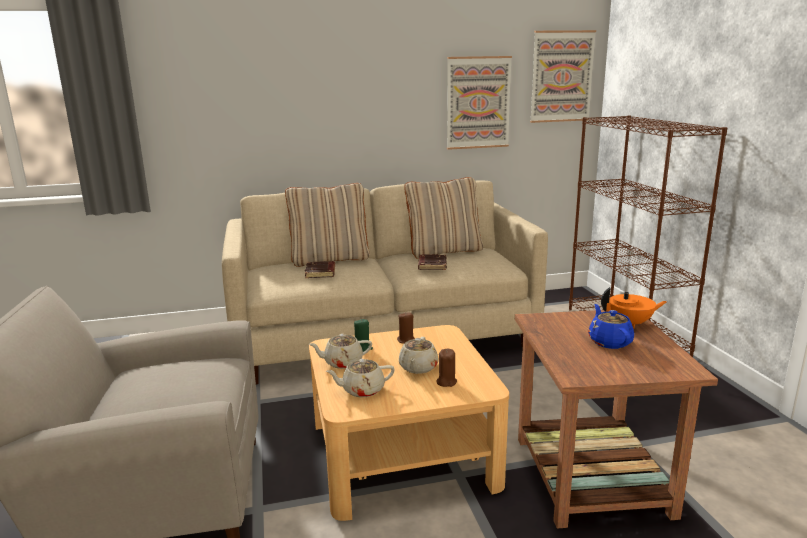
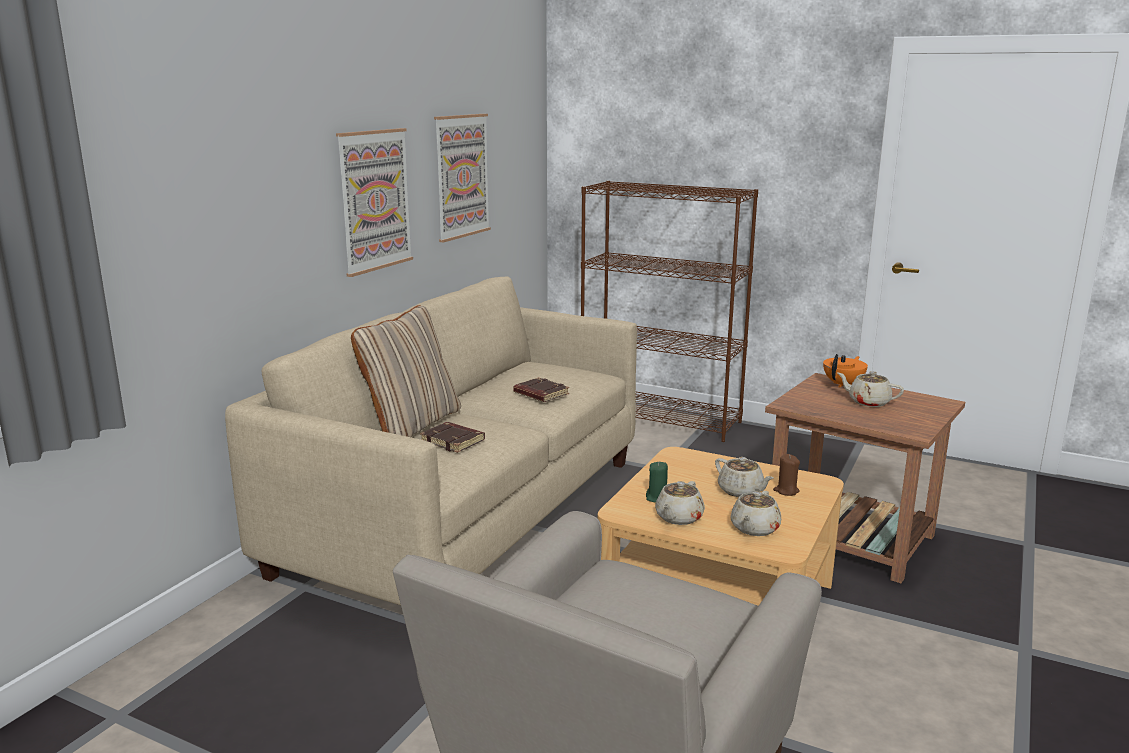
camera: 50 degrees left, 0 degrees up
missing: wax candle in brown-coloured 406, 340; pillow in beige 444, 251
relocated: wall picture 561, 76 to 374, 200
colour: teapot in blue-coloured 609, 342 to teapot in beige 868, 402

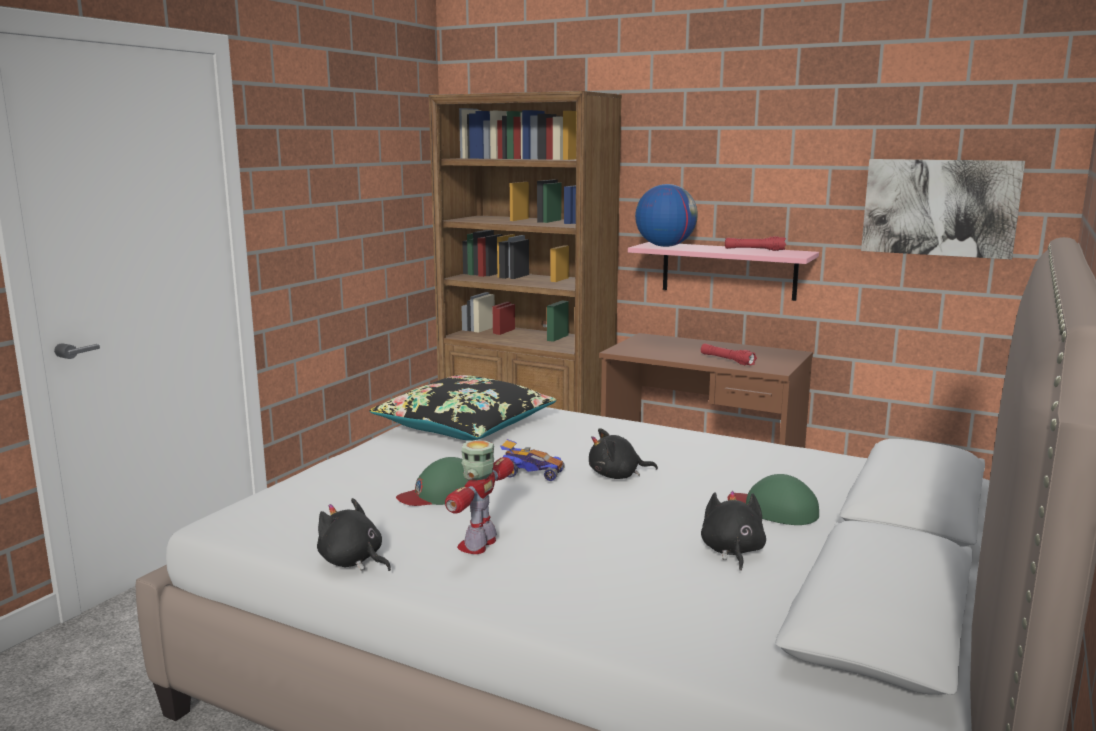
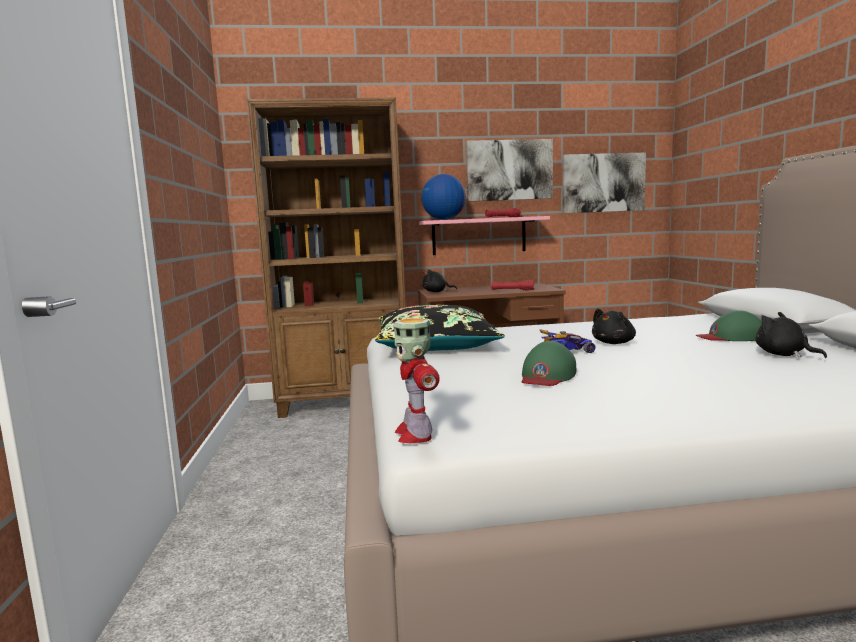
camera: 35 degrees left, 5 degrees down
appeared: wall picture 509, 170
relocated: cuddly toy in black 353, 561 to 436, 292; robot figure 479, 544 to 415, 434

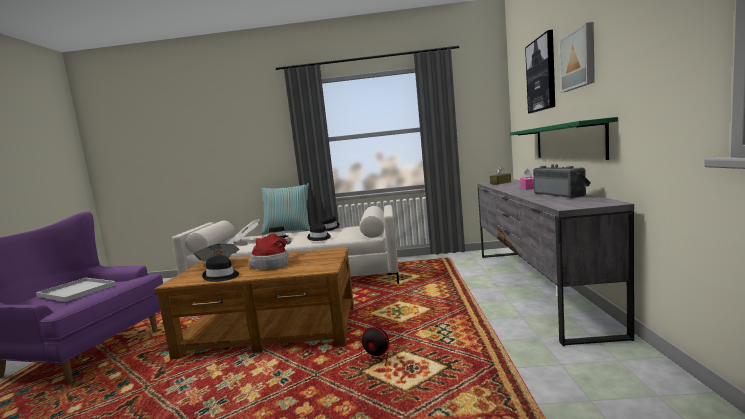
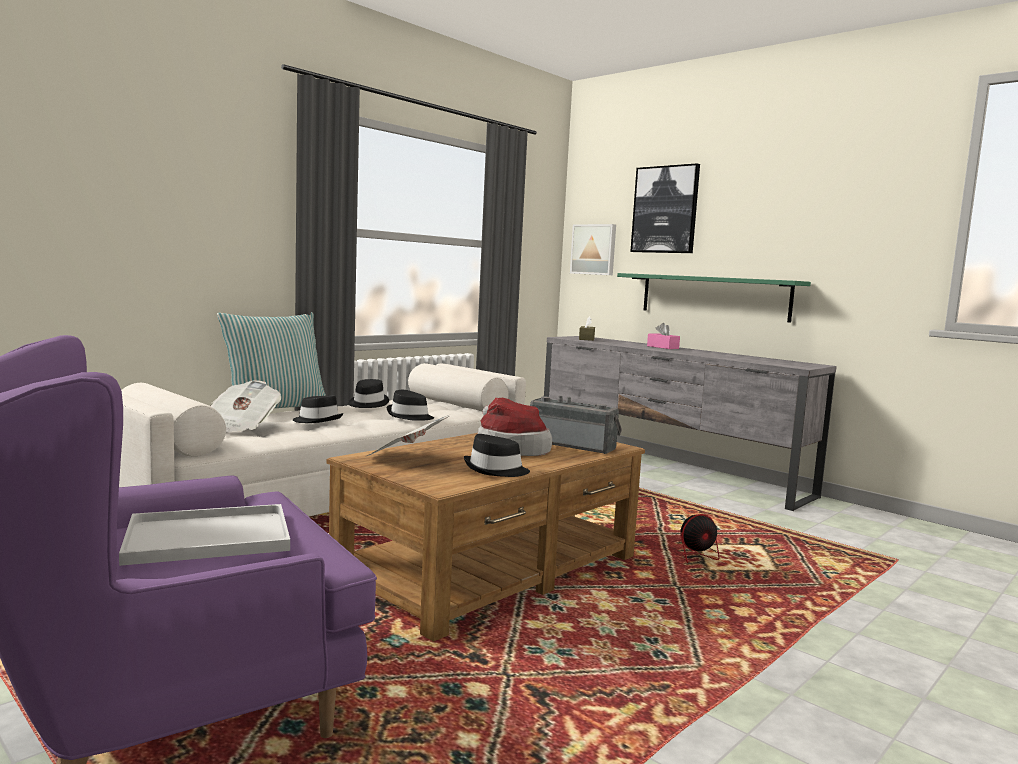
camera: 50 degrees left, 0 degrees up
relocated: radio receiver 561, 194 to 573, 445; wall picture 579, 59 to 594, 249

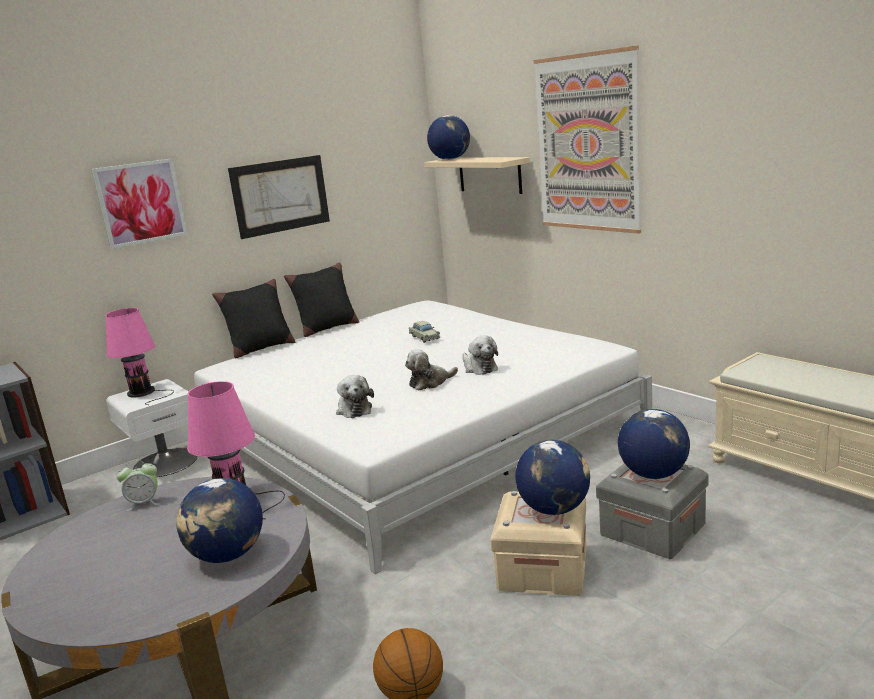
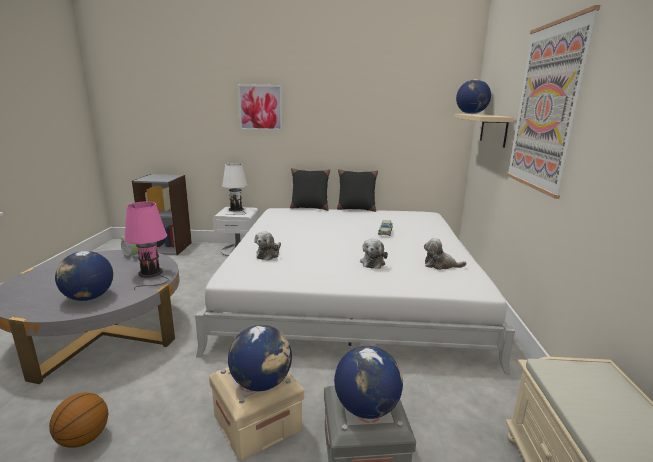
camera: 40 degrees right, 0 degrees up
missing: wall picture 280, 196
relocated: cuddly toy 430, 382 to 440, 265
colour: lamp for a table in pinkish 143, 393 to lamp for a table in white 236, 210

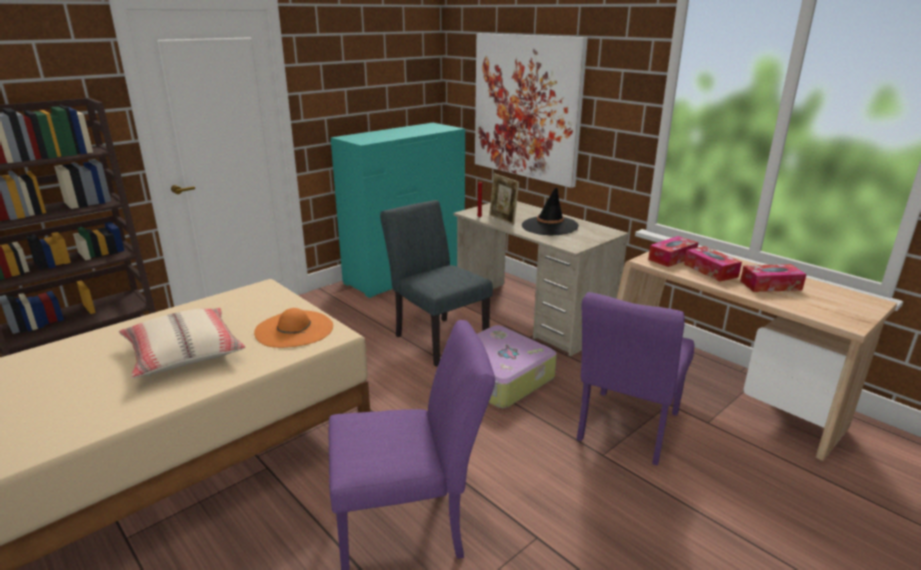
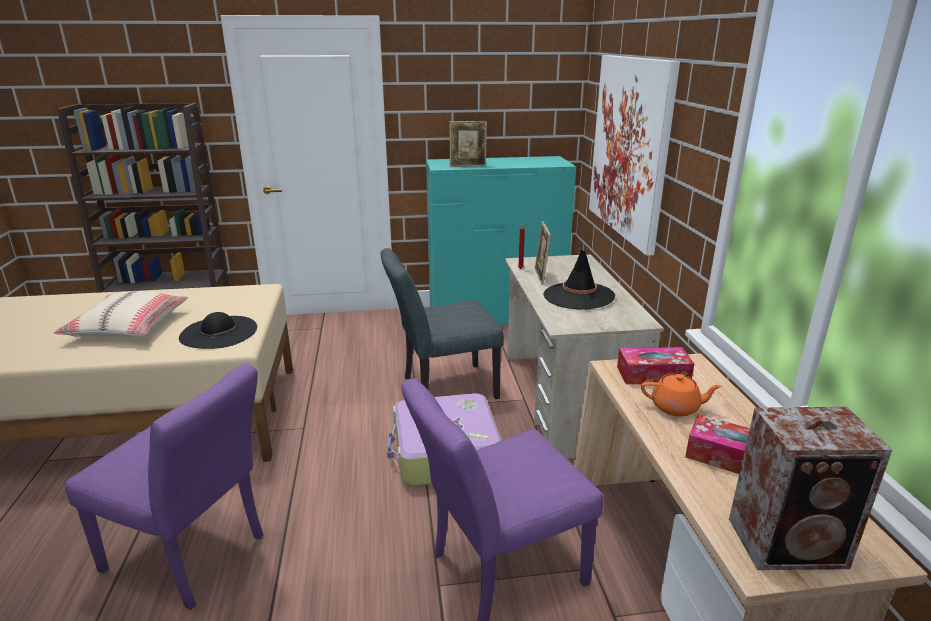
camera: 35 degrees right, 0 degrees up
appeared: picture frame 468, 166; loudspeaker 790, 544
exchanged: box of tissues 710, 270 to teapot in orange 676, 407
colour: hat in orange 294, 329 to hat in black 219, 332
spun: plain chair in greyish 436, 338 = 442, 388 105 degrees counterclockwise

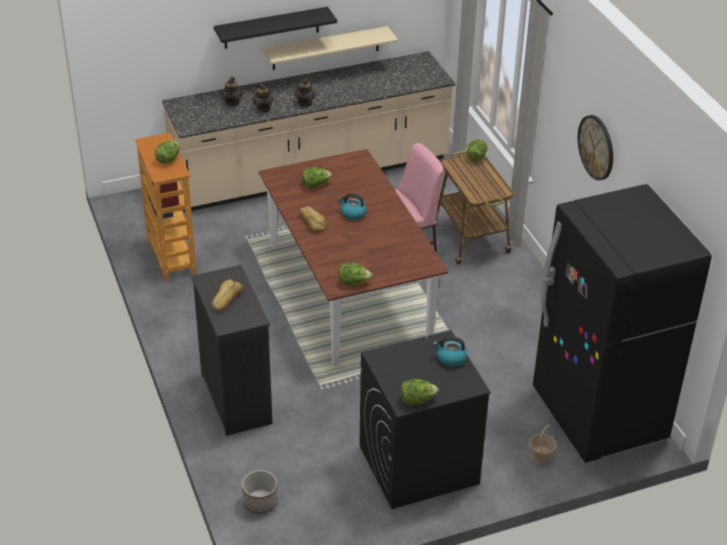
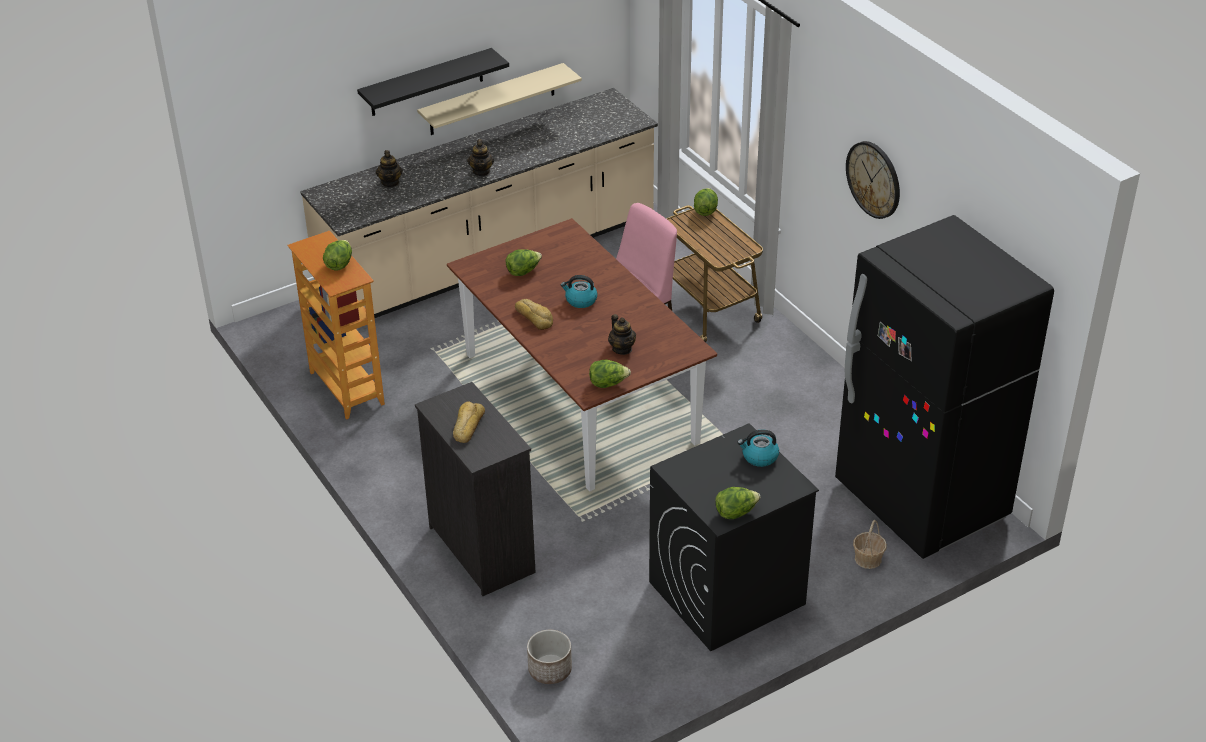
camera: 10 degrees left, 0 degrees up
relocated: teapot 263, 108 to 622, 349

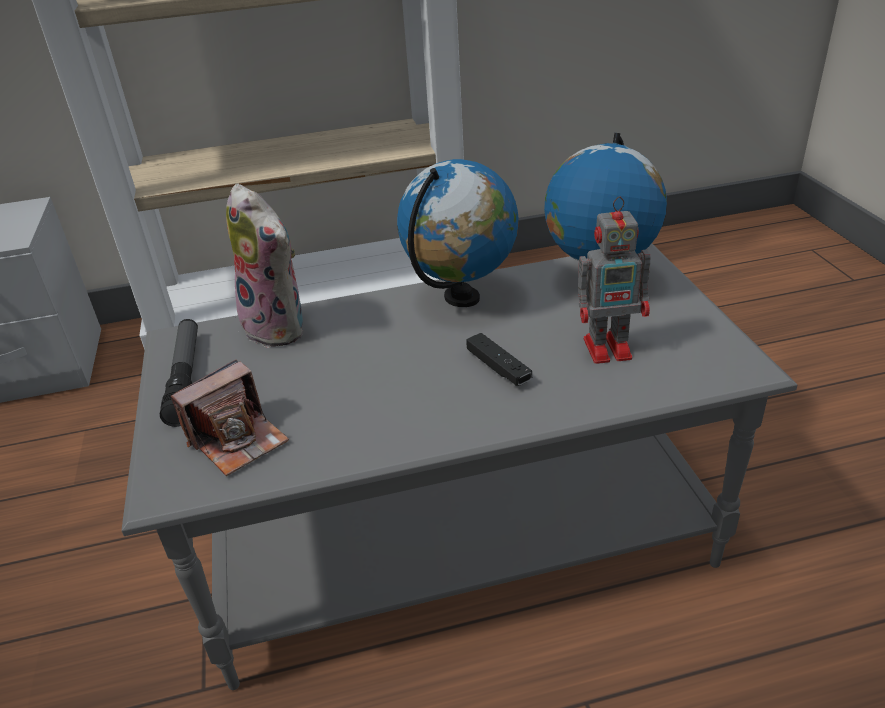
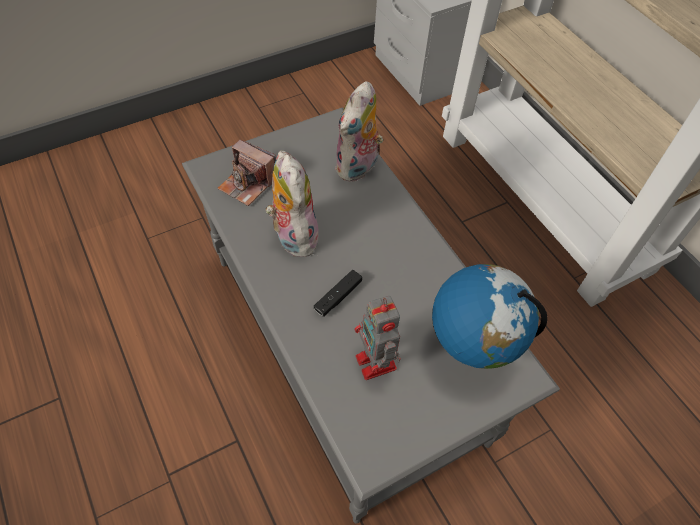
camera: 70 degrees right, 20 degrees up
missing: hand torch 185, 377; globe 462, 298
appeared: cuddly toy 292, 235

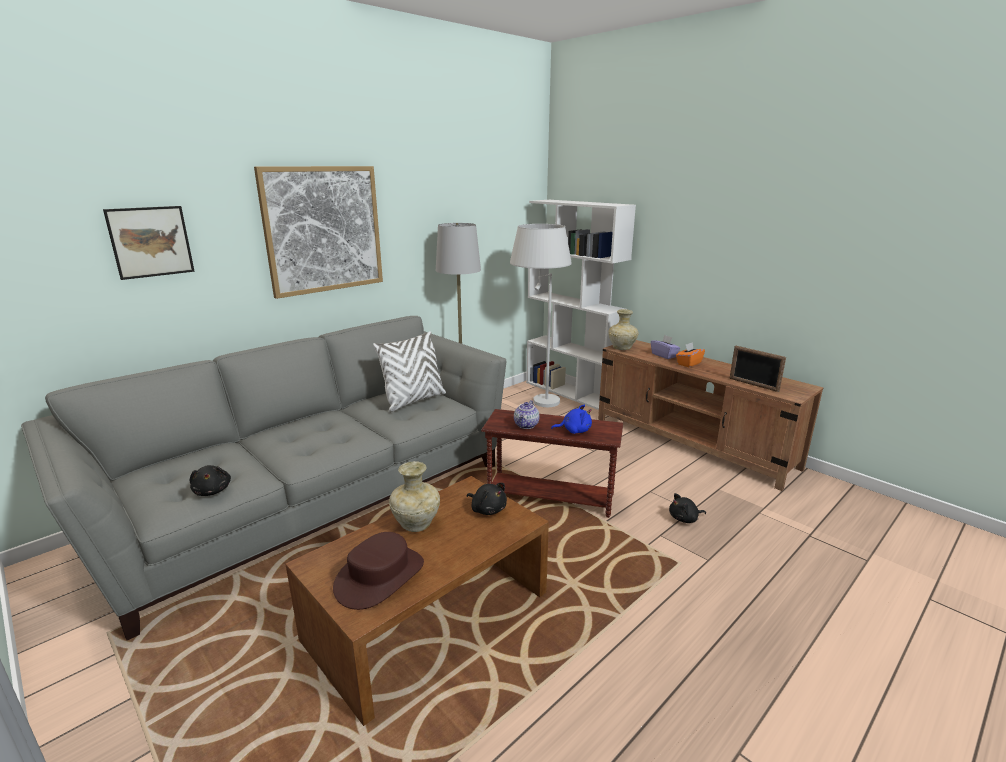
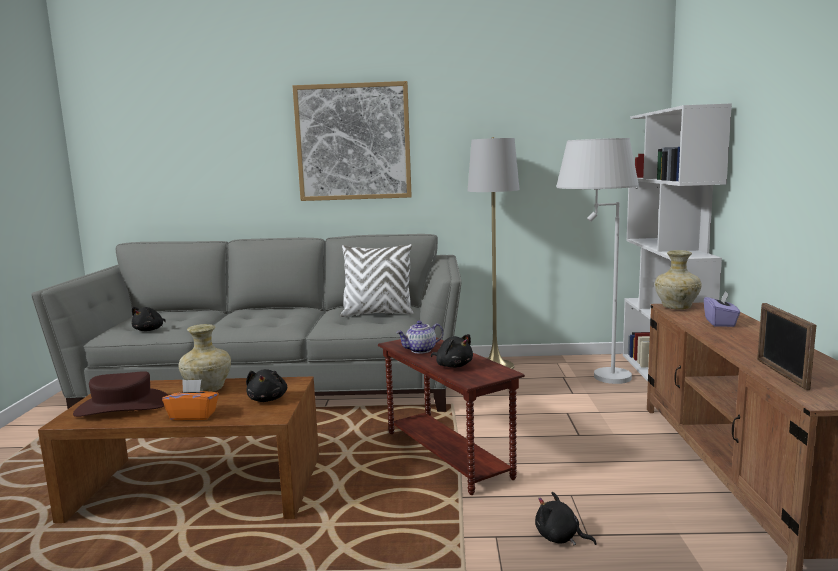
camera: 45 degrees right, 10 degrees down
missing: wall picture 151, 242
relocated: box of tissues in orange 688, 363 to 193, 415
colour: cuddly toy in blue-coloured 574, 431 to cuddly toy in black 453, 365

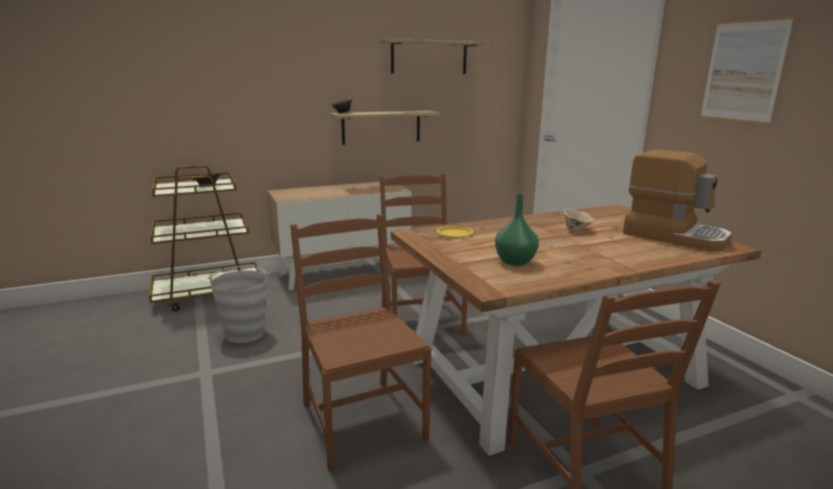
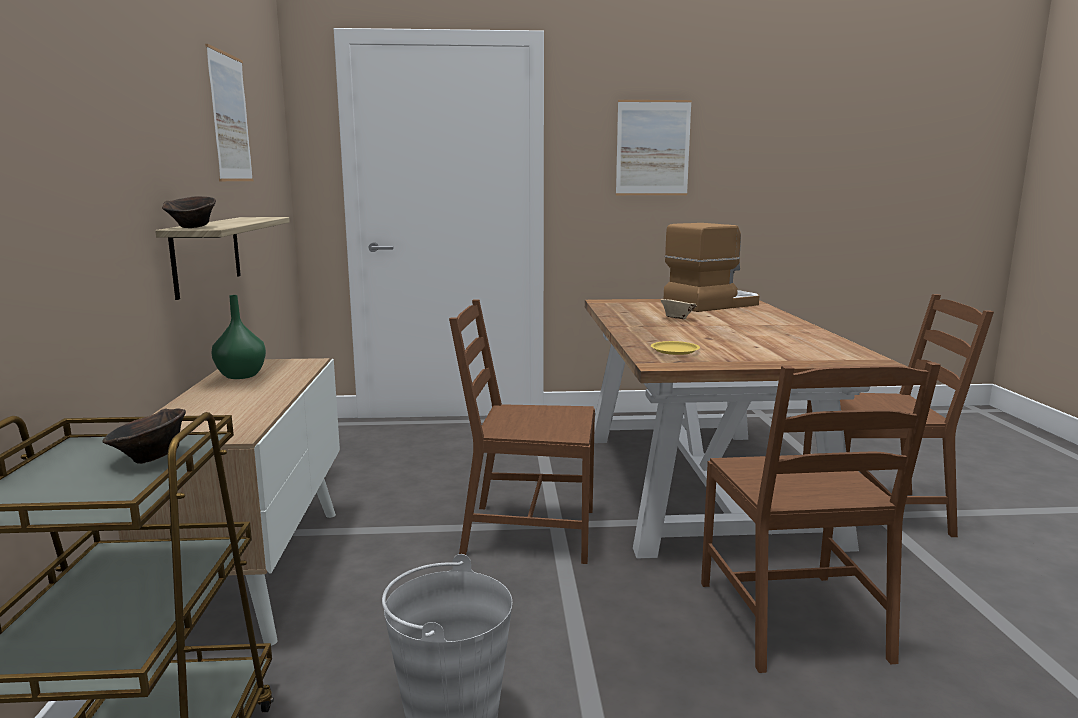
camera: 70 degrees left, 5 degrees down
relocated: flower vase in green 515, 261 to 240, 375
exchanged: shelf 429, 57 to wall picture 230, 118
spun: plain chair in brown-coloured 360, 421 = 794, 620 90 degrees counterclockwise

